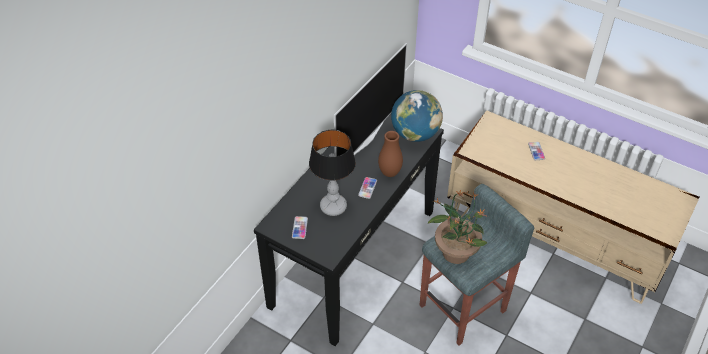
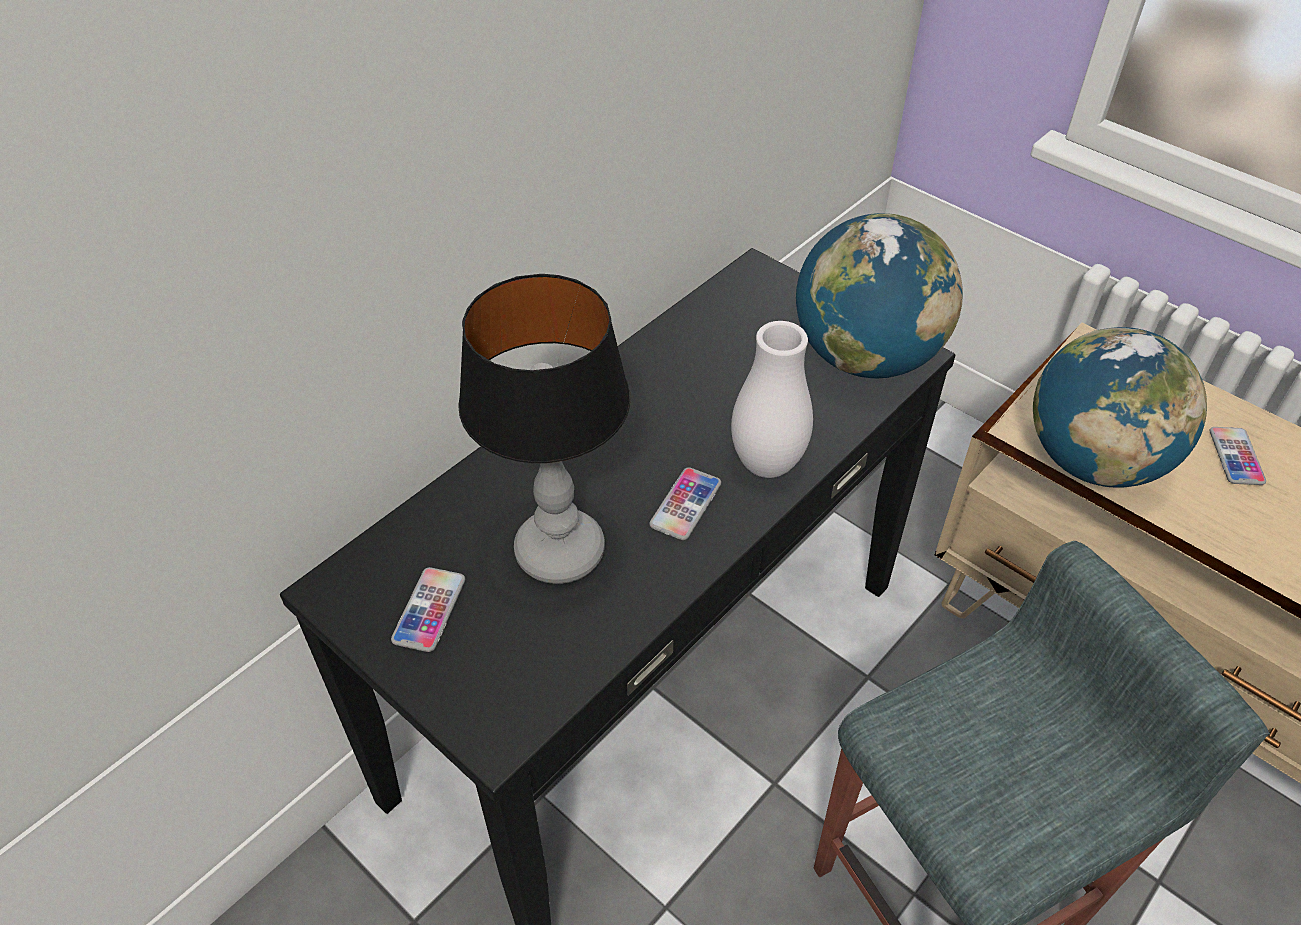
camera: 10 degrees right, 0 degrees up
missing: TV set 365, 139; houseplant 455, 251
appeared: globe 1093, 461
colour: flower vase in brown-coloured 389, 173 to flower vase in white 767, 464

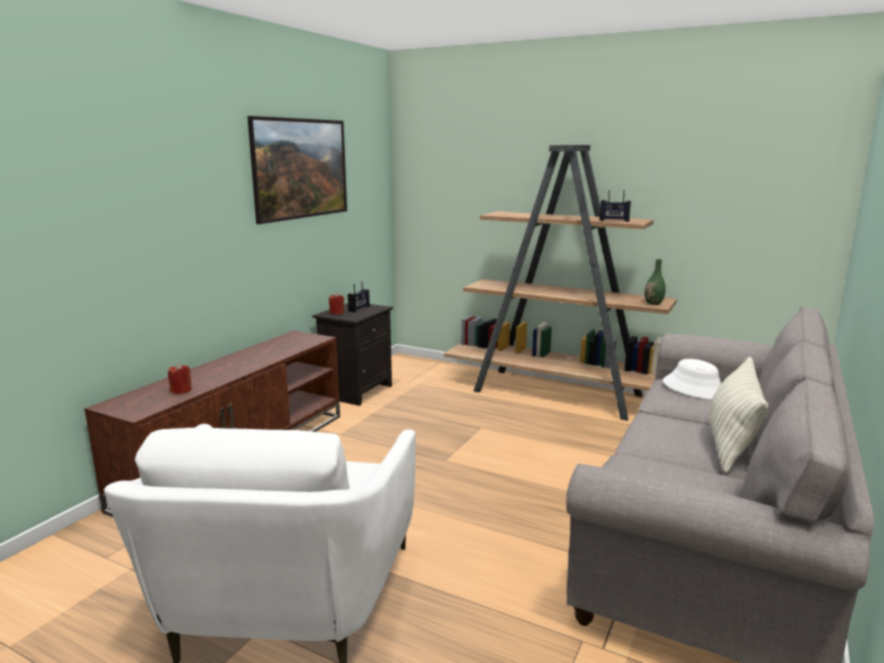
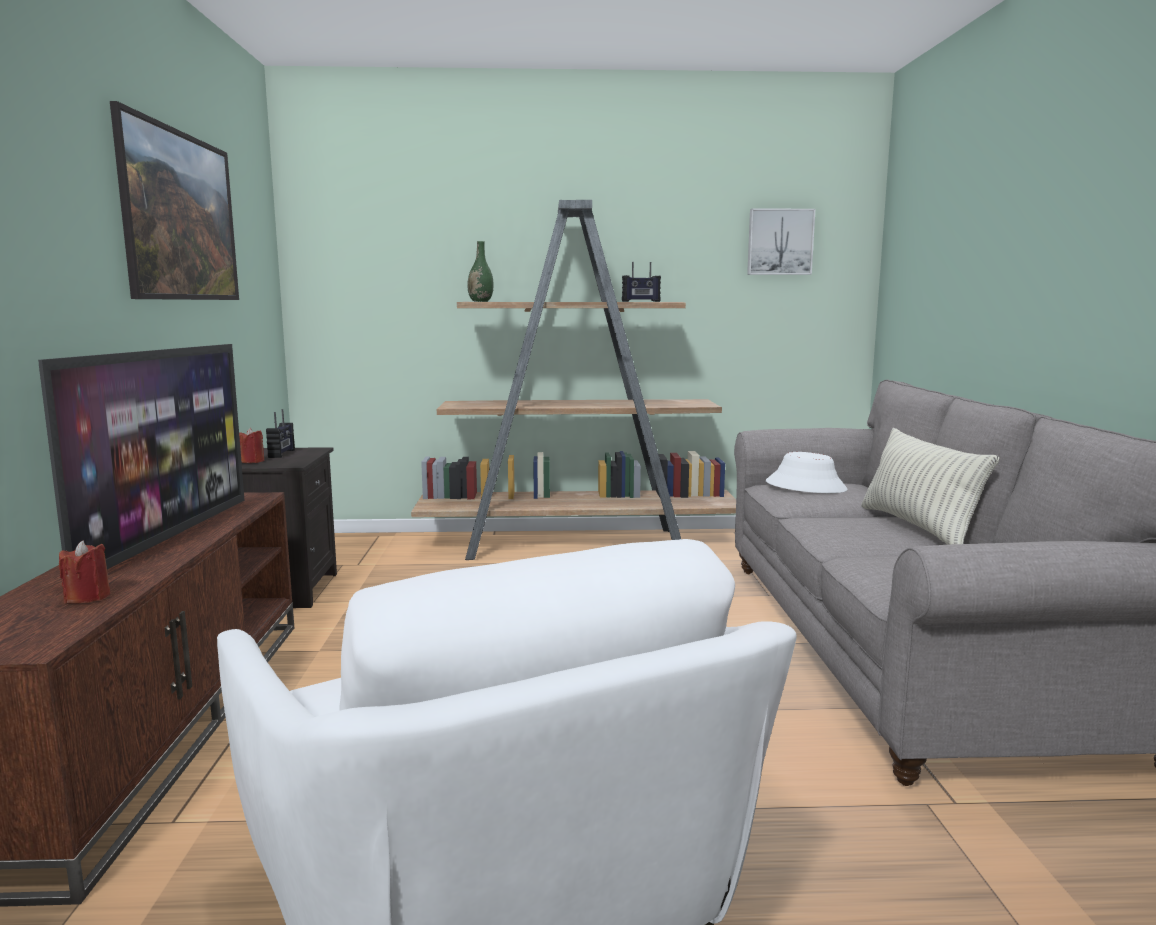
camera: 30 degrees left, 5 degrees down
appeared: TV set 167, 537; wall picture 779, 242
relocated: flower vase in green 653, 303 to 480, 301

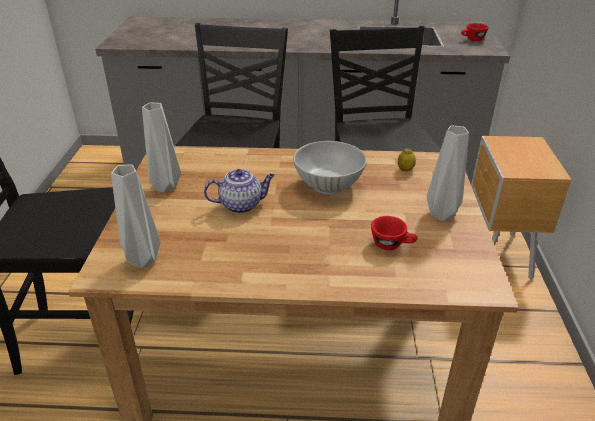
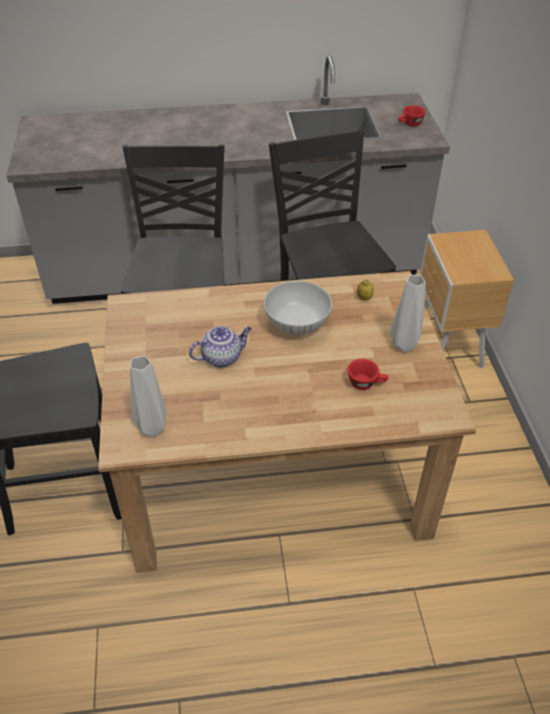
camera: 10 degrees left, 10 degrees up
missing: flower vase in greyish 167, 187

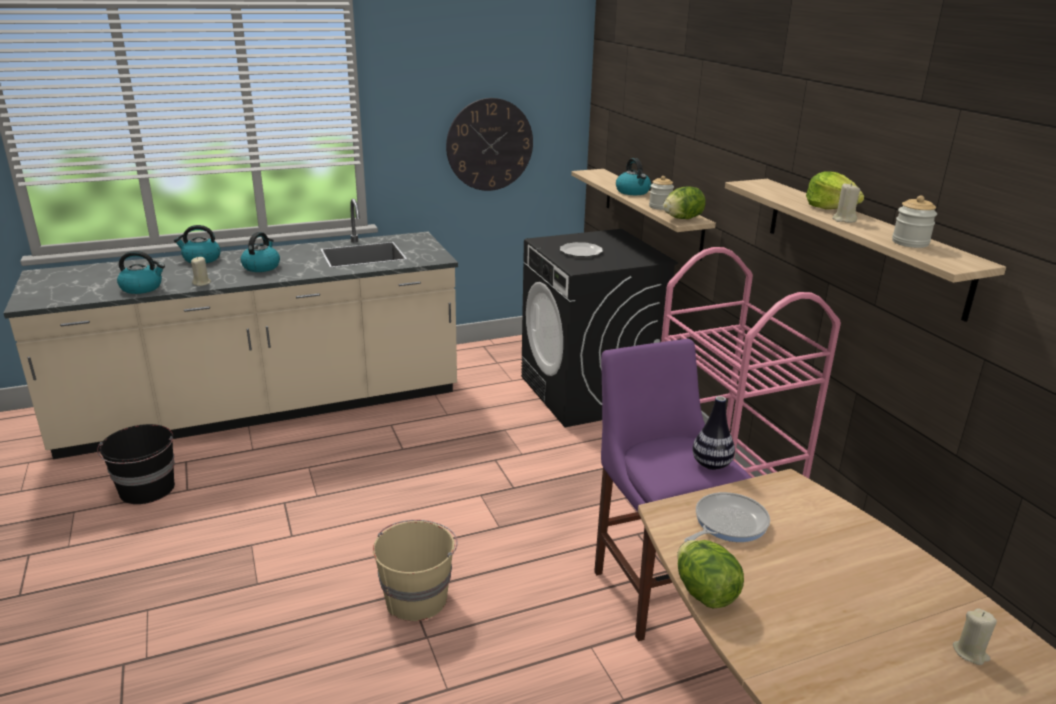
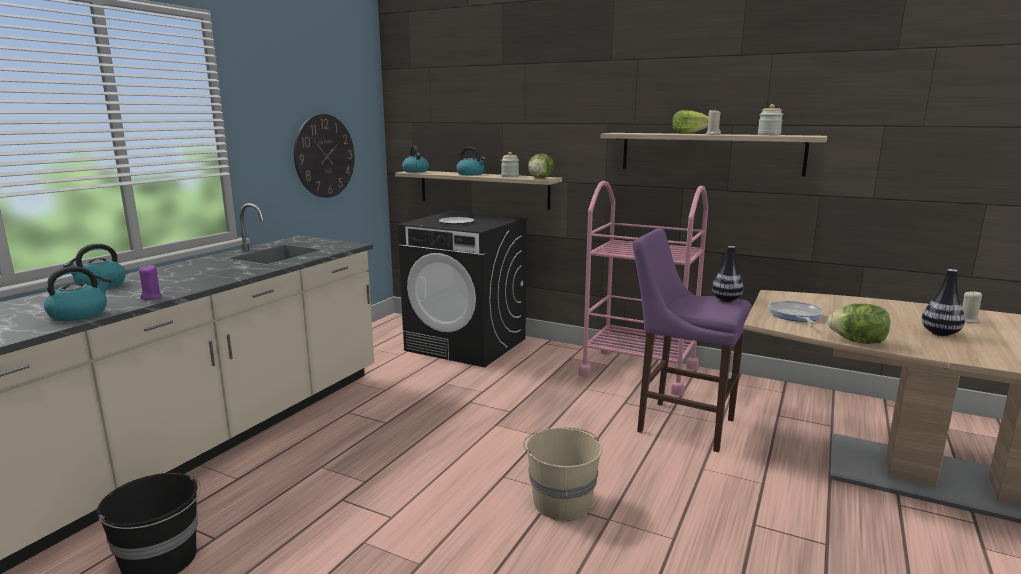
camera: 40 degrees left, 10 degrees down
appeared: flower vase 939, 333
relocated: tea kettle 261, 267 to 415, 171
colour: wax candle in beige 202, 283 to wax candle in purple-coloured 151, 297

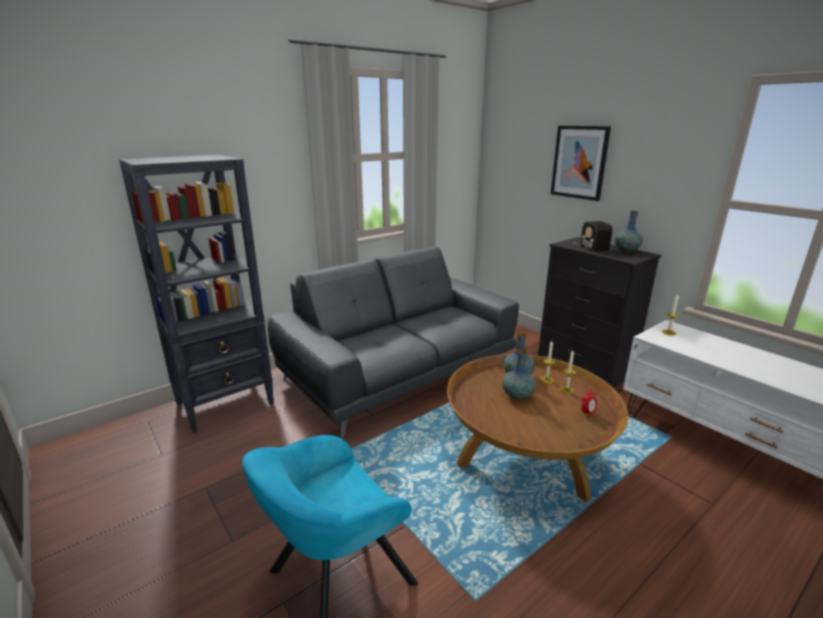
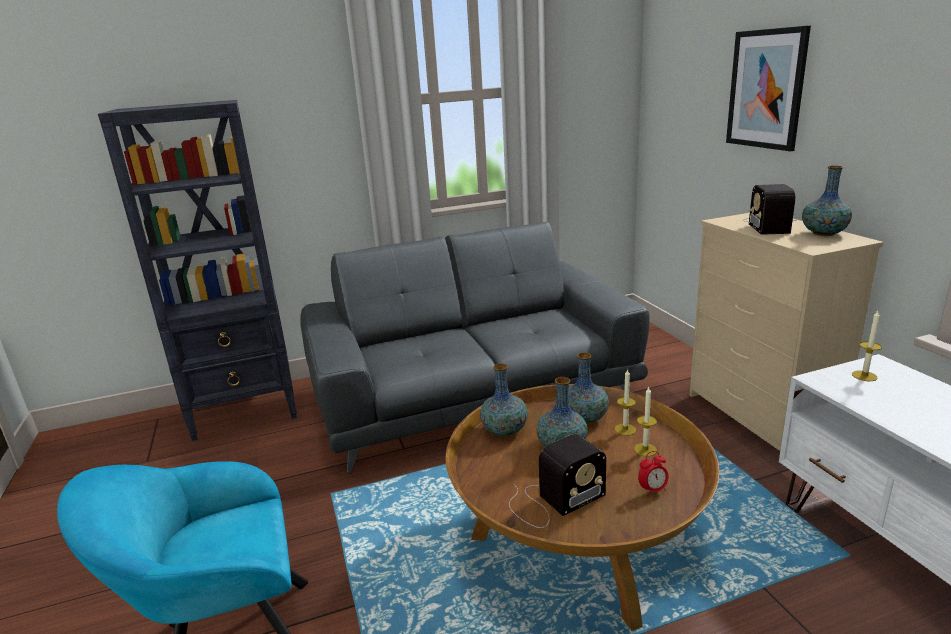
camera: 20 degrees right, 0 degrees up
appeared: flower vase 504, 430; radio receiver 553, 501
colour: drawer chest in black 584, 366 to drawer chest in beige 759, 418

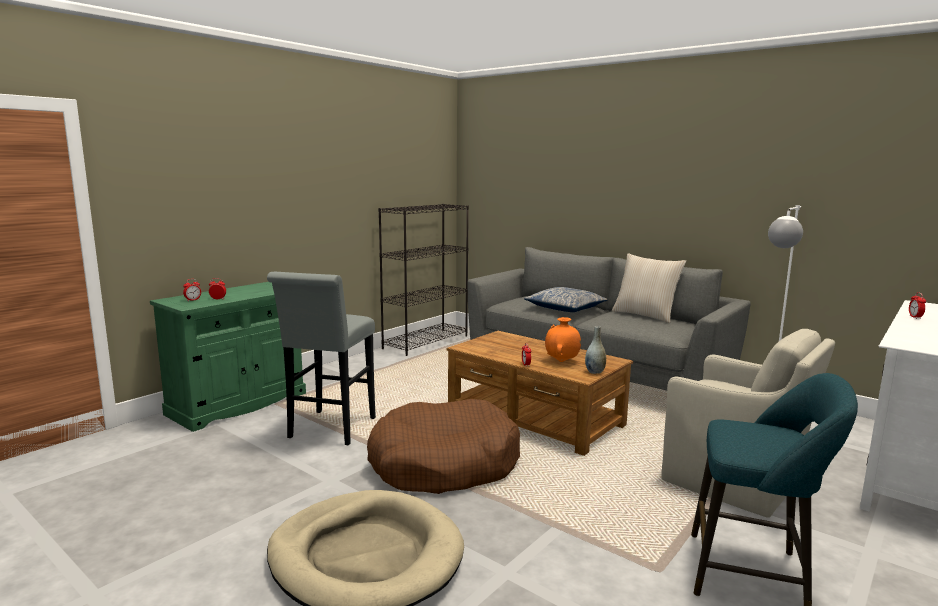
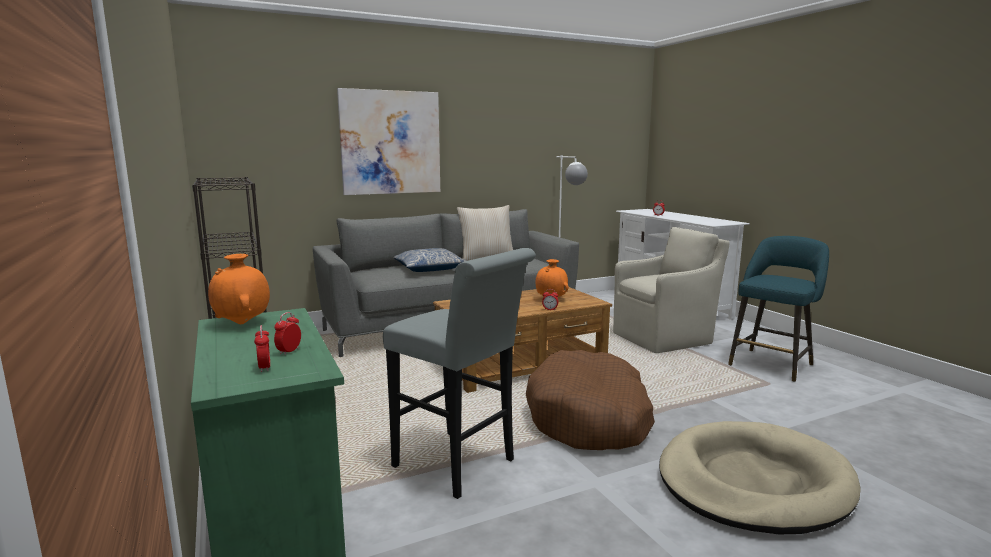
camera: 65 degrees left, 0 degrees up
missing: flower vase in greyish 594, 372
appeared: flower vase in orange 242, 323; wall picture 390, 142

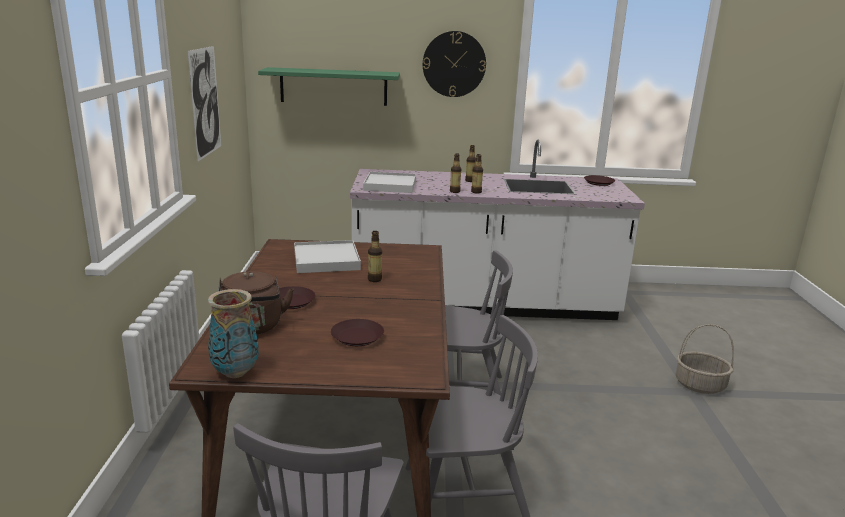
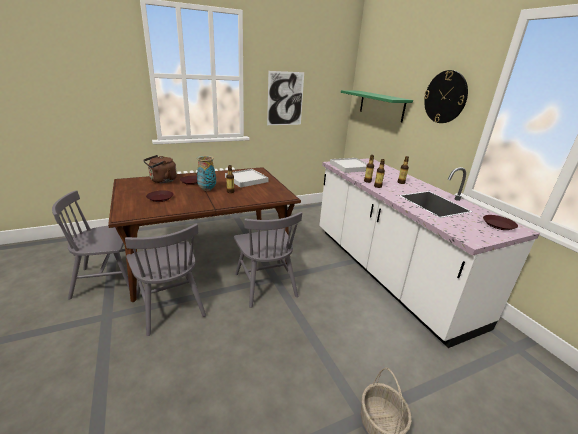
camera: 65 degrees right, 5 degrees up
relocated: flower vase 236, 373 to 207, 189

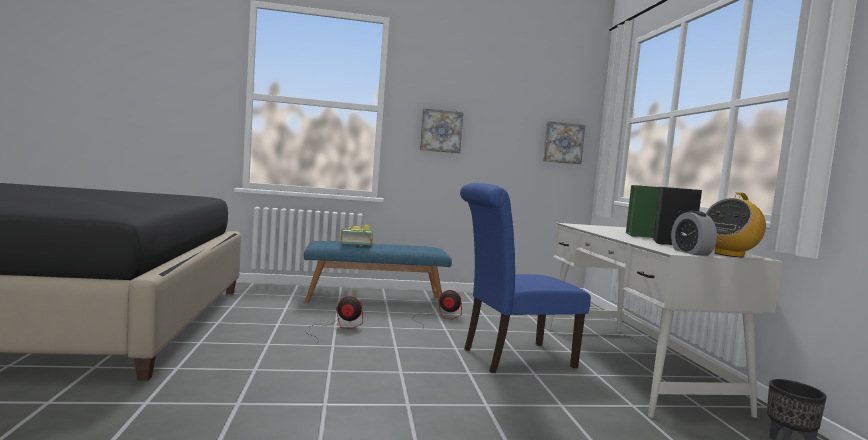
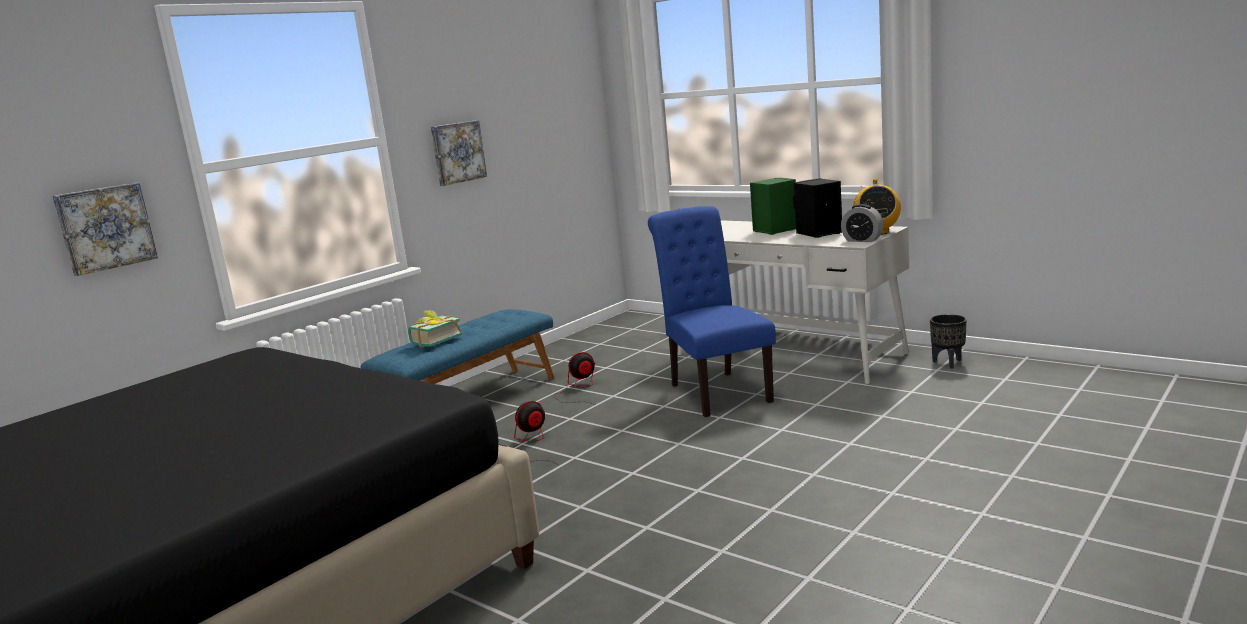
camera: 40 degrees left, 10 degrees up
relocated: wall picture 563, 143 to 105, 228
spun: plain chair in blue-coloured 511, 358 = 716, 391 135 degrees clockwise

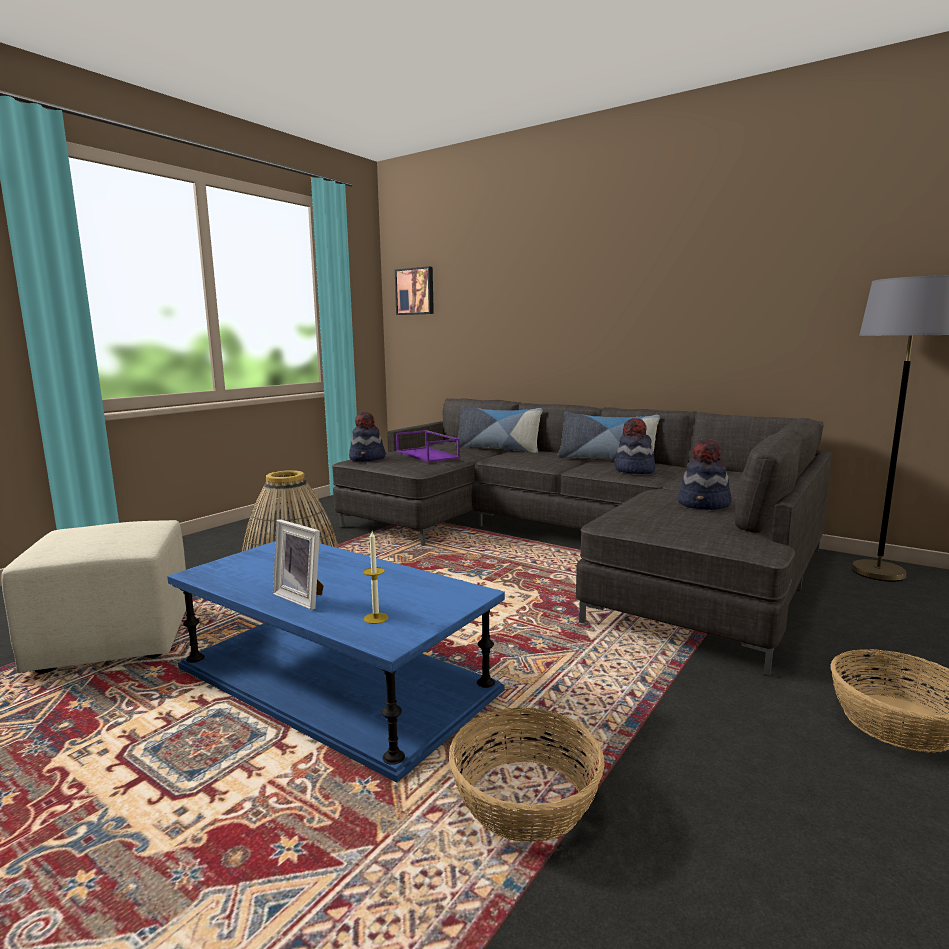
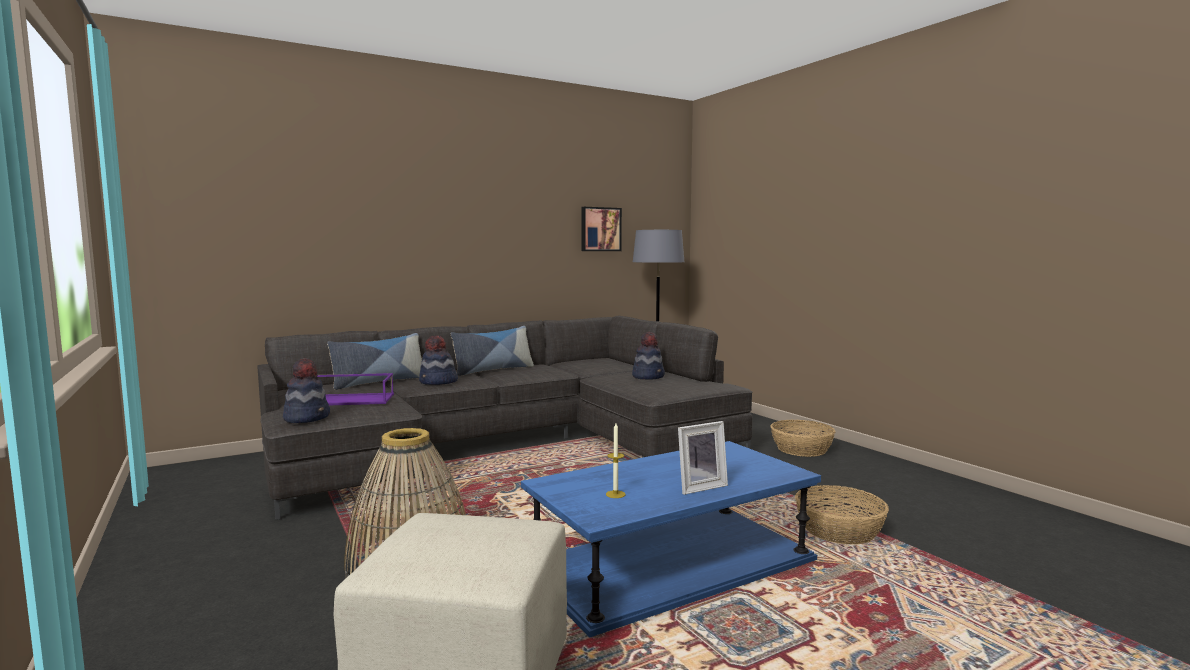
camera: 65 degrees left, 5 degrees down
relocated: wax candle 376, 618 to 615, 494; wall picture 415, 291 to 600, 229; hat 634, 470 to 438, 382

